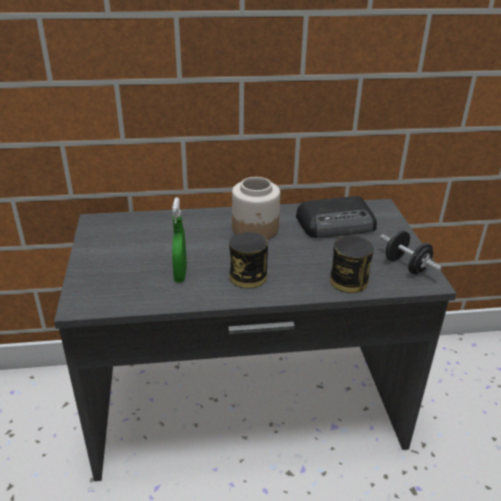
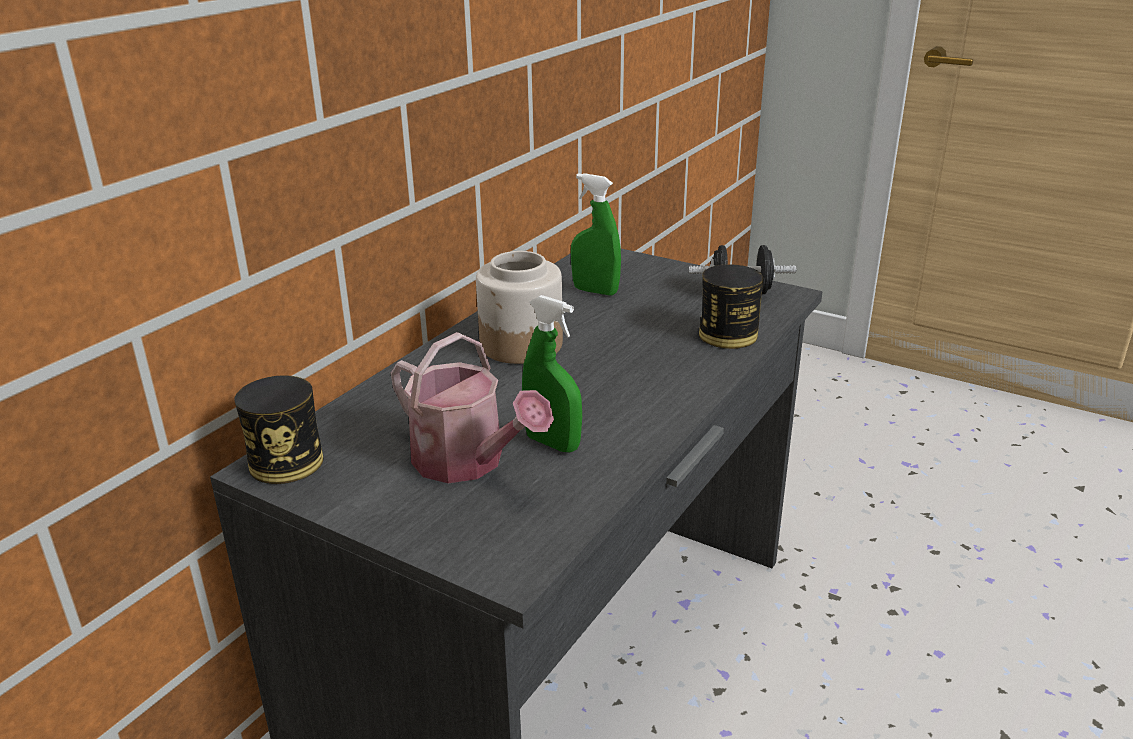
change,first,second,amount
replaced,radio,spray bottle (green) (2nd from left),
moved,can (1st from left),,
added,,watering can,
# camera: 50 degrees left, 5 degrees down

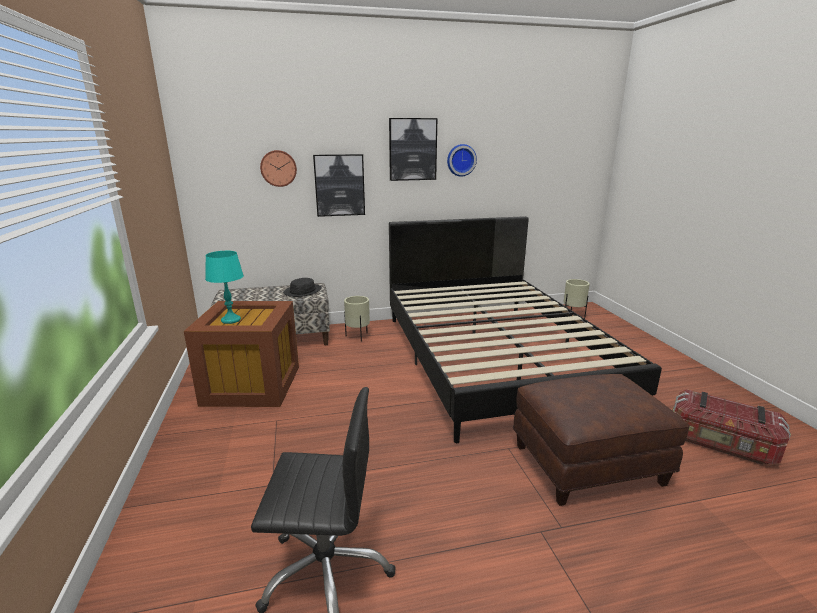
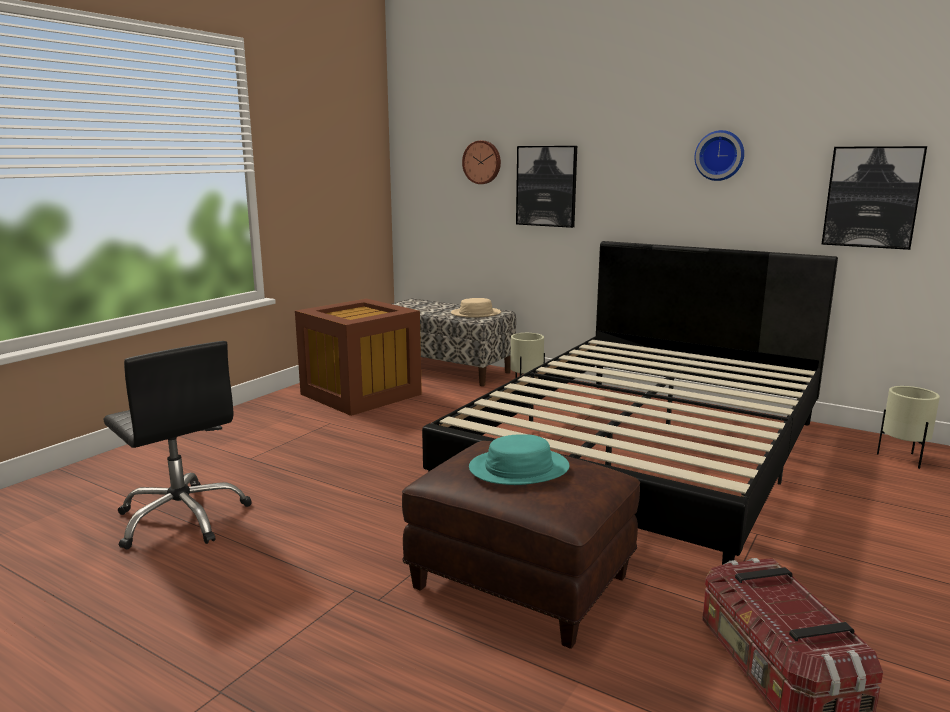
change,first,second,amount
moved,picture (2nd from left),,
removed,table lamp (turquoise),,
recoloured,hat (black),hat (beige),
added,,hat (turquoise),
# camera: 45 degrees right, 5 degrees down

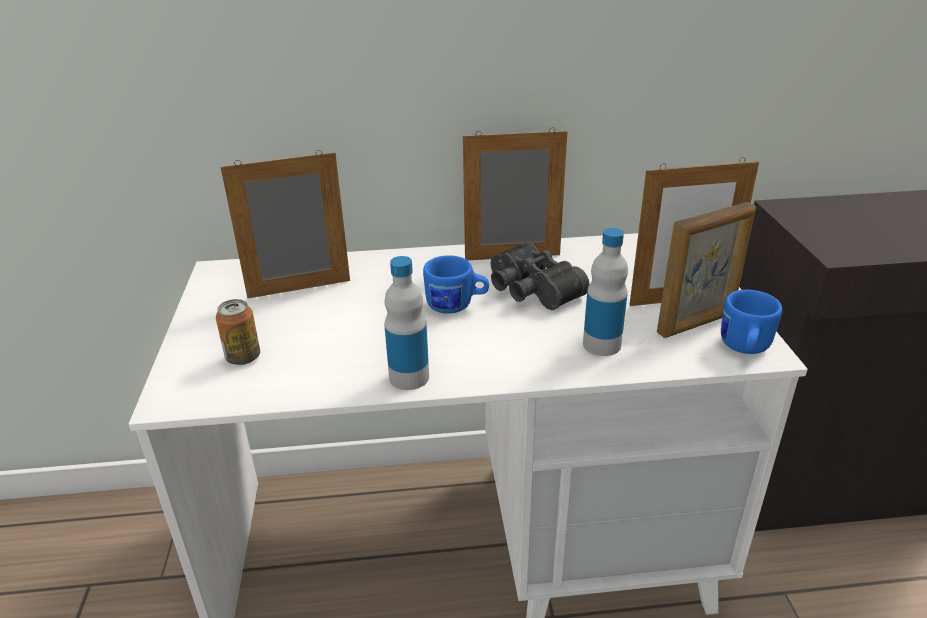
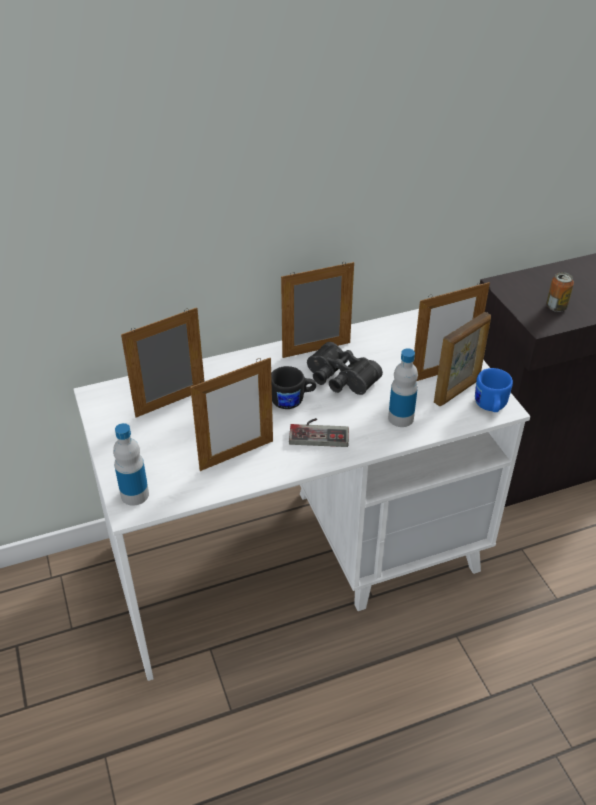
change,first,second,amount
recoloured,mug (blue) (1st from left),mug (black),
moved,bottle (1st from left),,
moved,can,,
added,,picture frame (2nd from left),
added,,game controller,
# camera: 15 degrees left, 10 degrees up

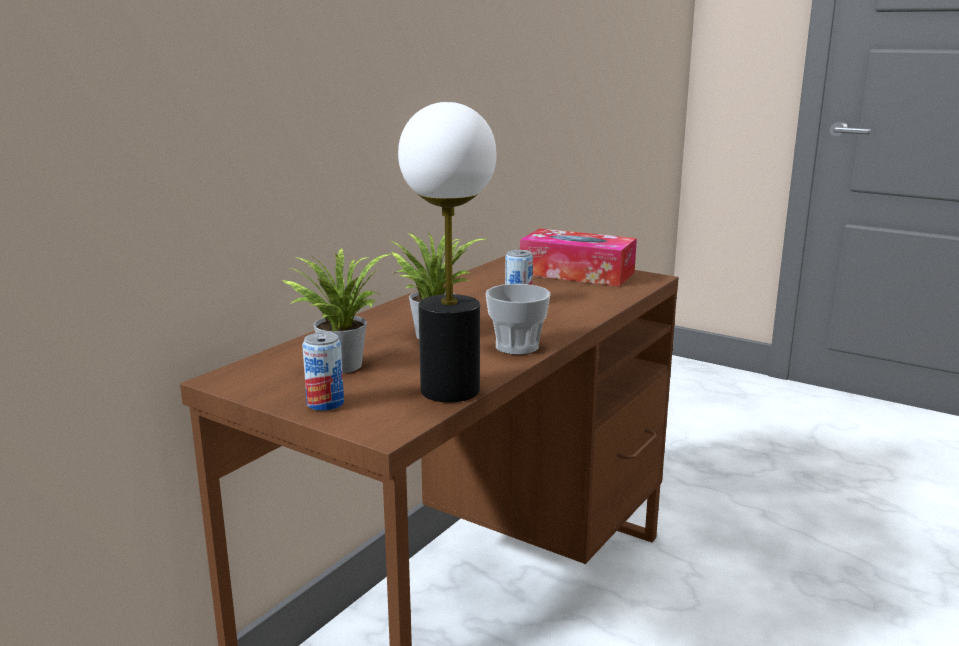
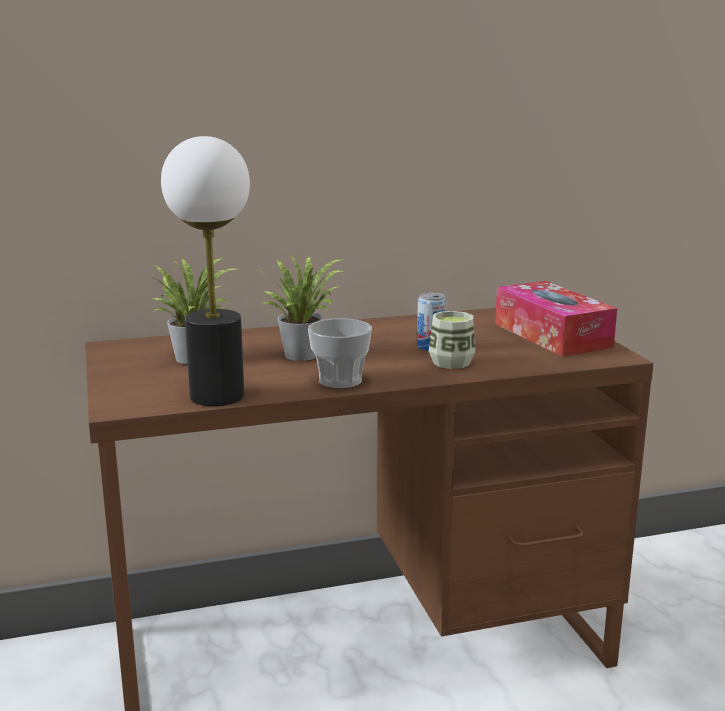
change,first,second,amount
removed,can (1st from left),,
added,,cup (2nd from left),
# camera: 40 degrees right, 0 degrees up

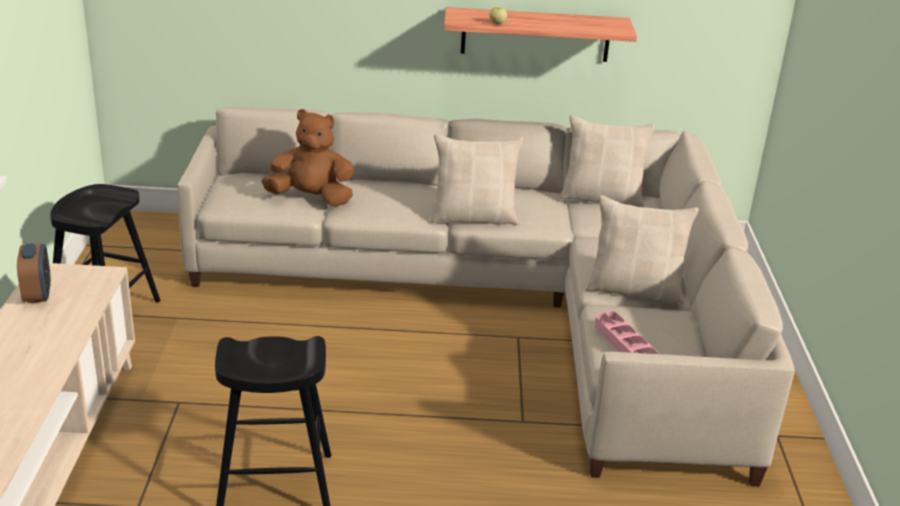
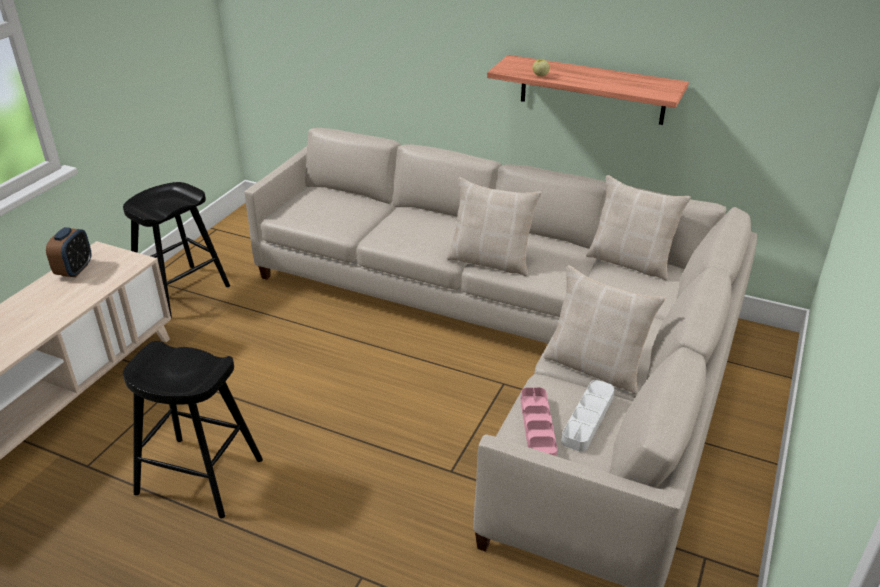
change,first,second,amount
removed,plush toy (brown),,
added,,tray (grey),
# camera: 25 degrees right, 5 degrees up

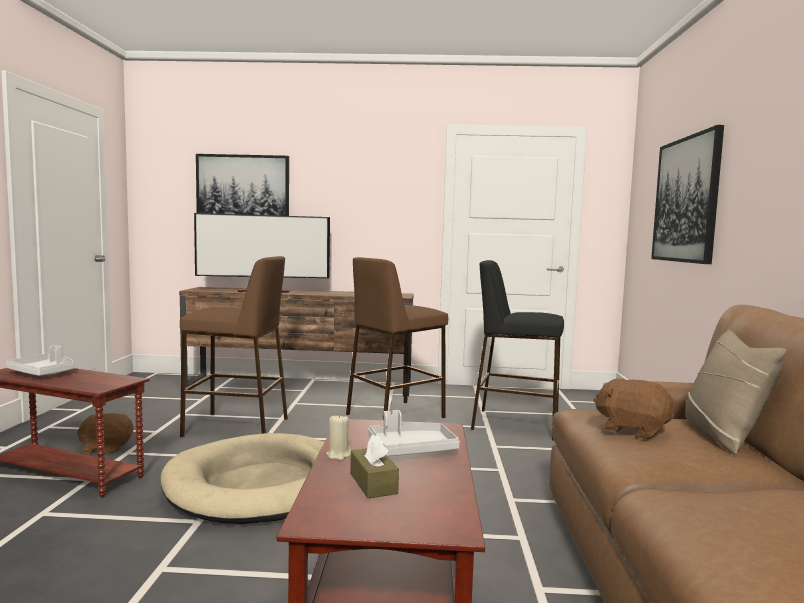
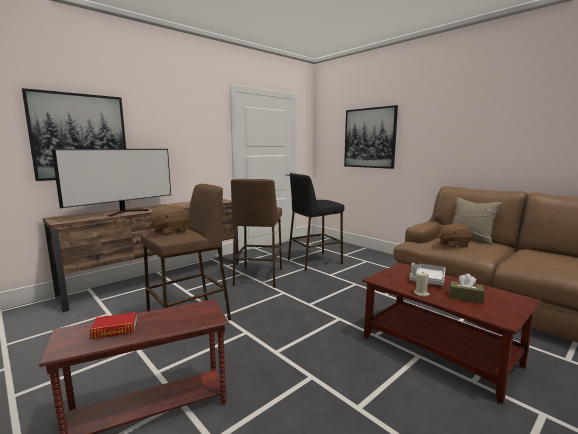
change,first,second,amount
replaced,tray (grey) (1st from left),book,
moved,plush toy (brown) (1st from left),,
removed,dog bed (beige),,
# camera: 45 degrees left, 5 degrees up

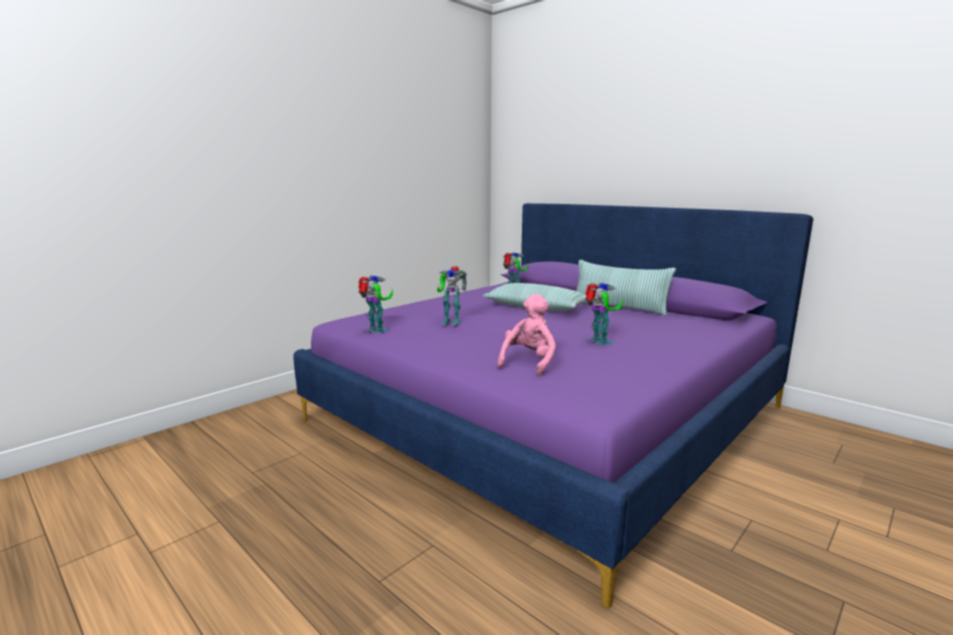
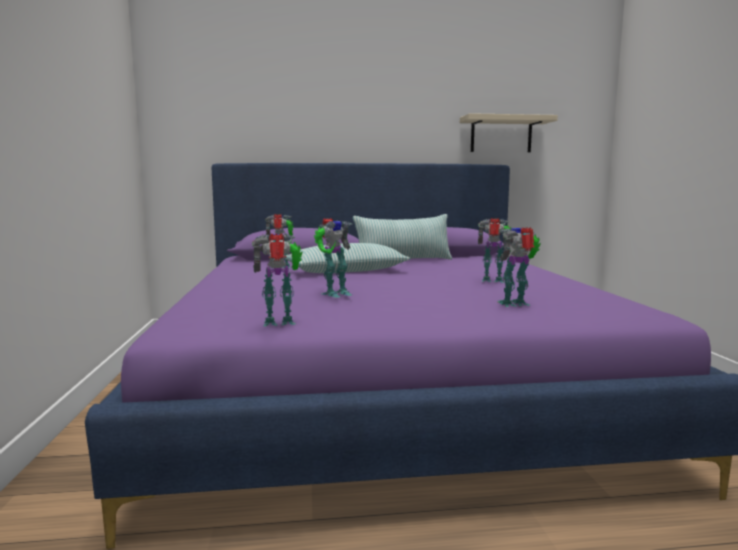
change,first,second,amount
replaced,plush toy (pink),toy robot (5th from left),
added,,shelf (beige),
# camera: 50 degrees left, 5 degrees down

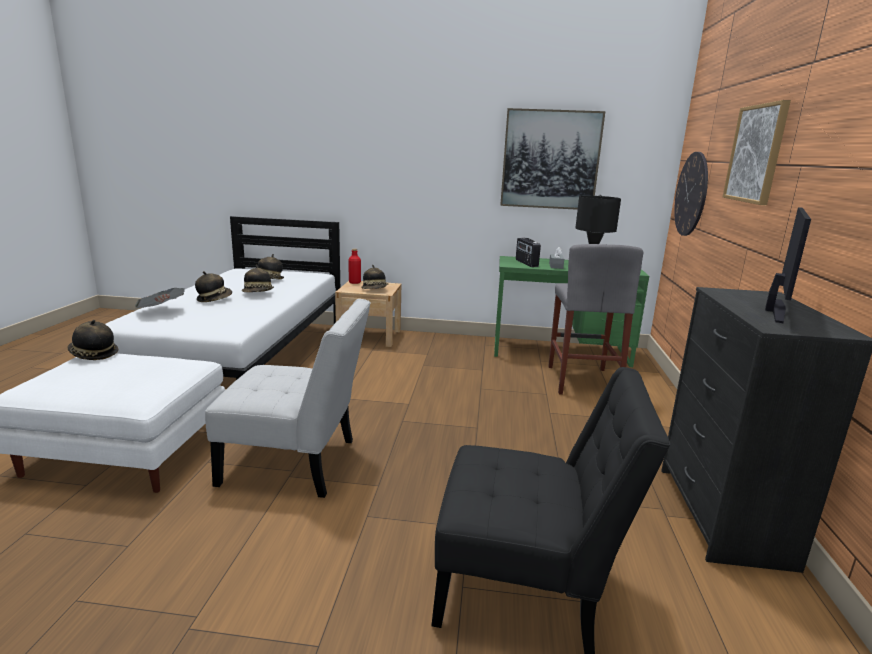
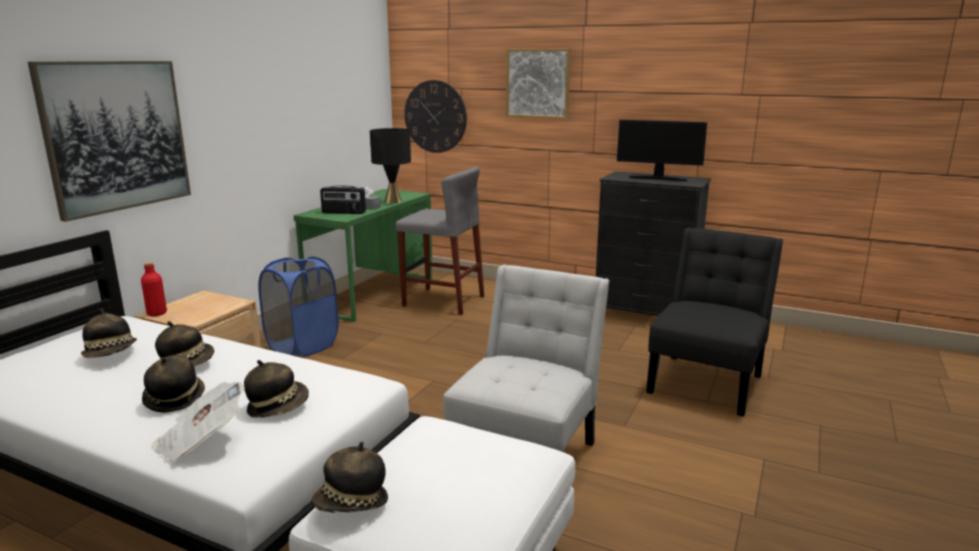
change,first,second,amount
moved,picture (1st from left),,
turned,monitor,,150 degrees clockwise
moved,hat (5th from left in the first image),hat (4th from left),
added,,laundry basket (blue),
# camera: 70 degrees left, 0 degrees up

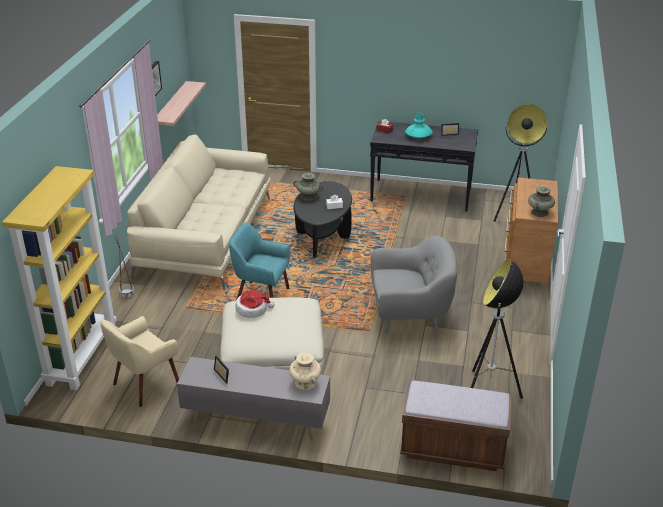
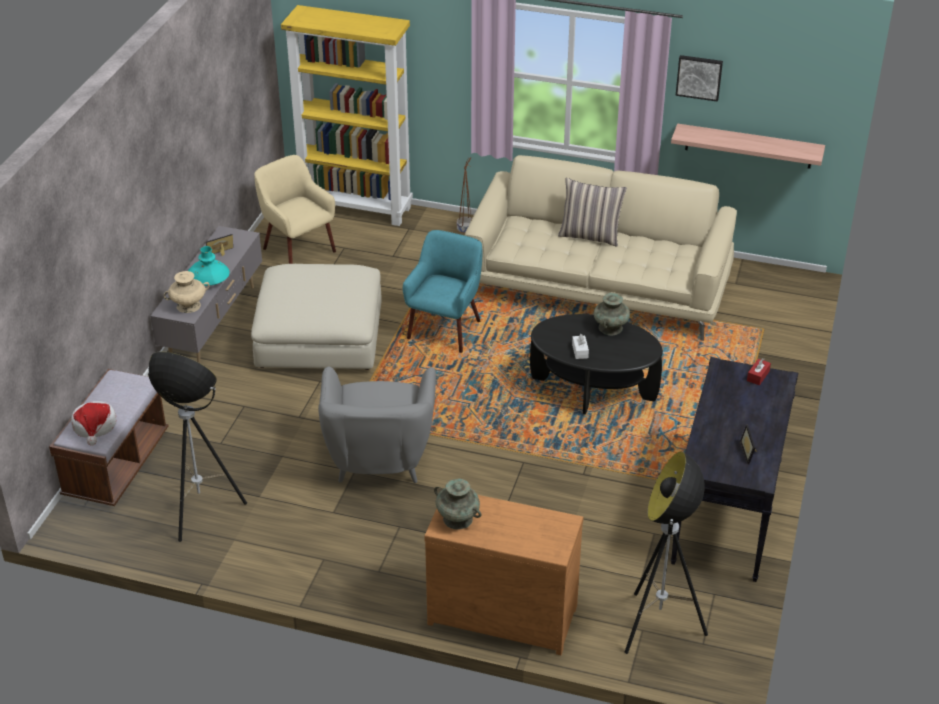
change,first,second,amount
moved,vase (turquoise) (2nd from left in the first image),vase (turquoise) (1st from left),
moved,hat,,
added,,pillow,
# camera: 95 degrees right, 5 degrees up

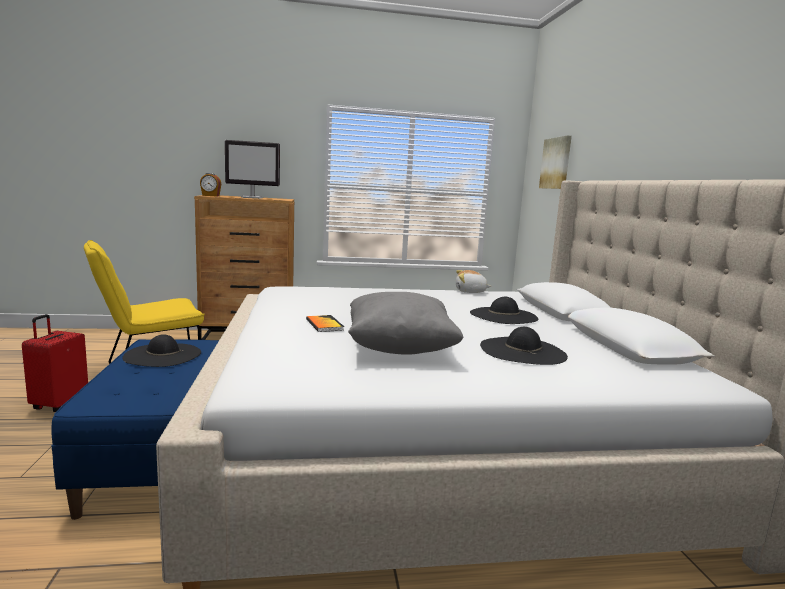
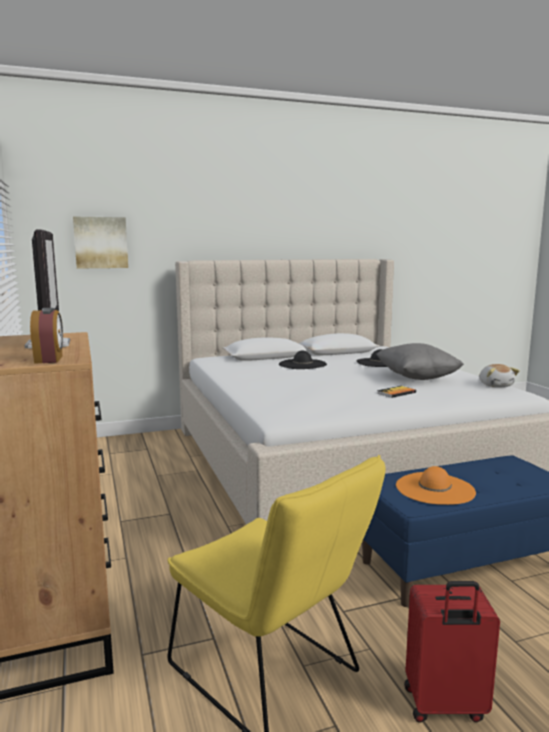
change,first,second,amount
moved,plush toy,,
recoloured,hat (black) (1st from left),hat (orange),
# camera: 100 degrees left, 0 degrees up

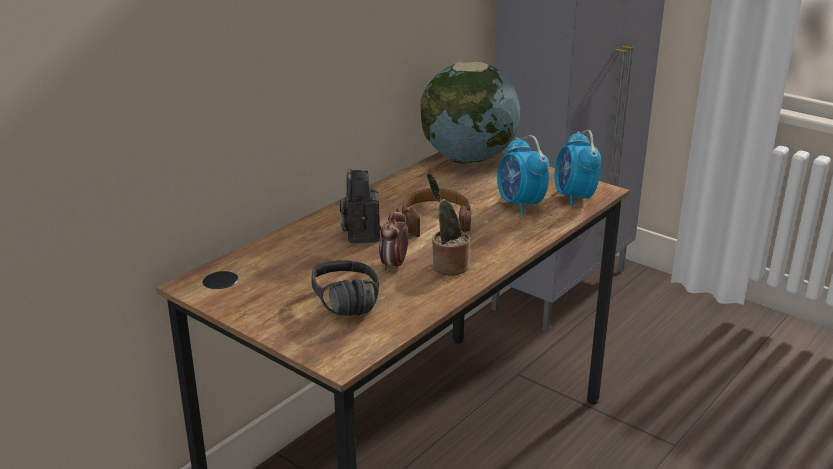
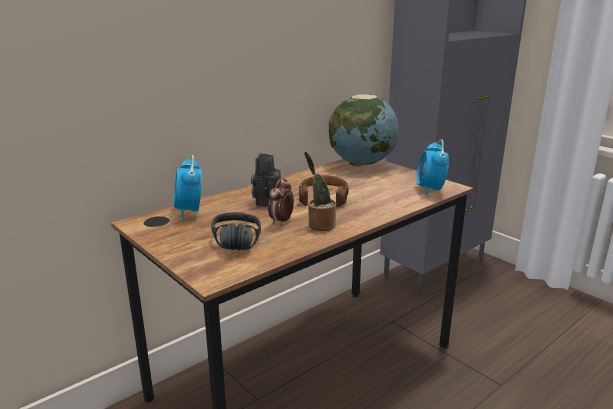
change,first,second,amount
moved,alarm clock (2nd from left in the first image),alarm clock (1st from left),
# camera: 10 degrees right, 5 degrees down

